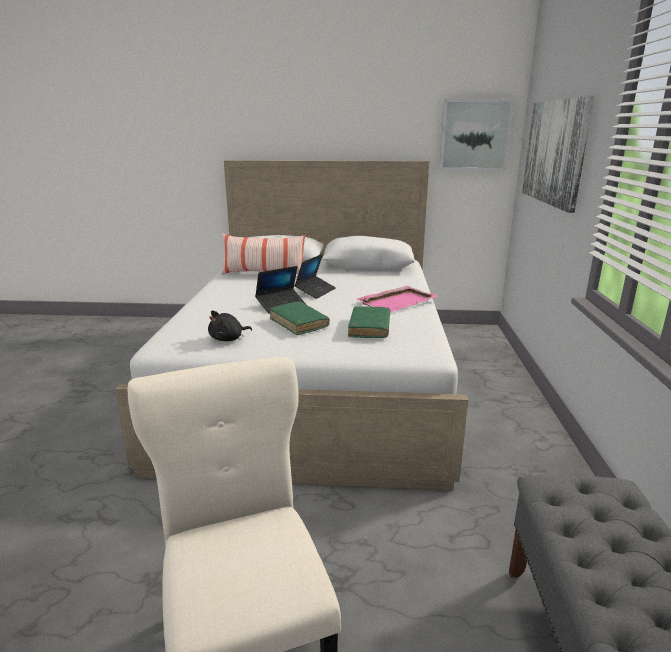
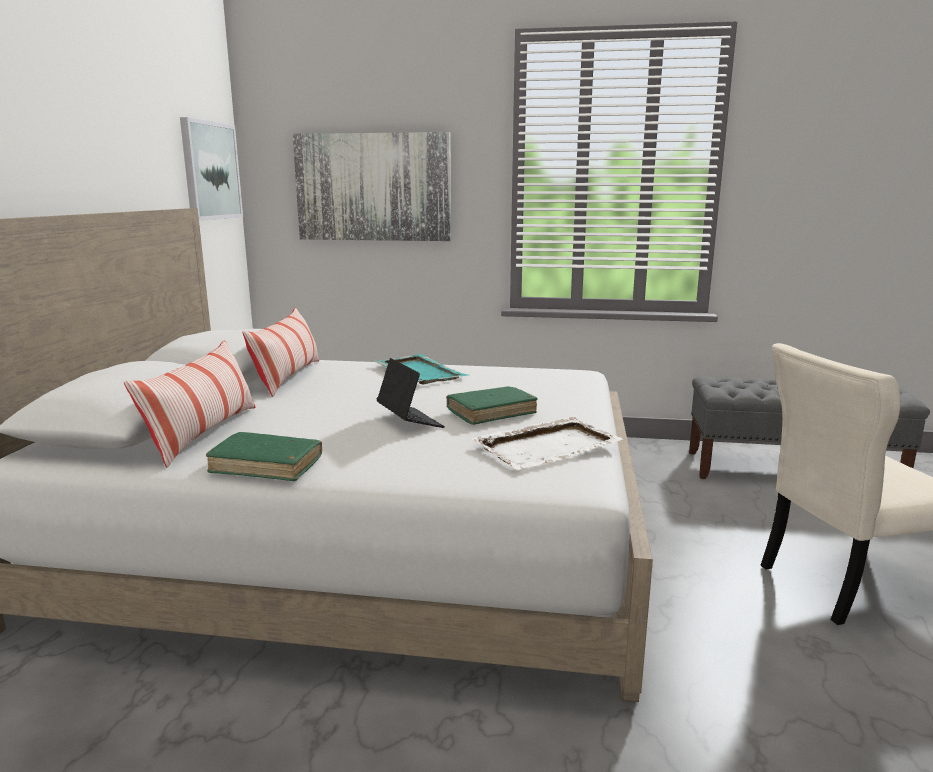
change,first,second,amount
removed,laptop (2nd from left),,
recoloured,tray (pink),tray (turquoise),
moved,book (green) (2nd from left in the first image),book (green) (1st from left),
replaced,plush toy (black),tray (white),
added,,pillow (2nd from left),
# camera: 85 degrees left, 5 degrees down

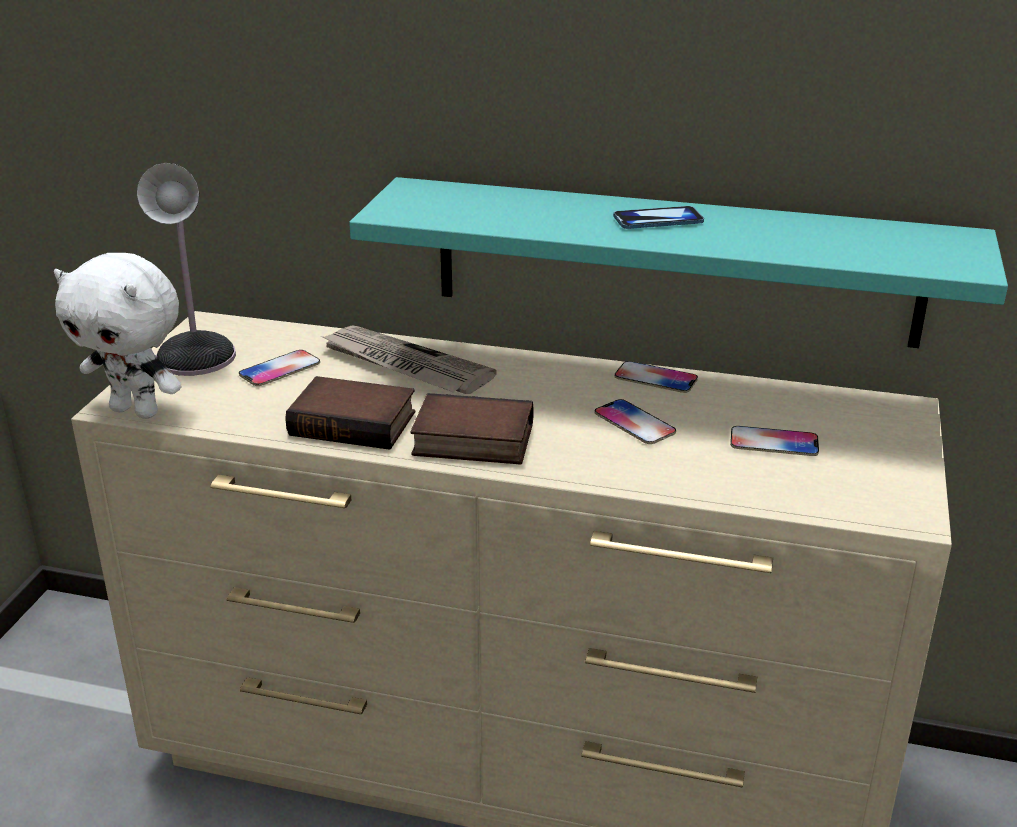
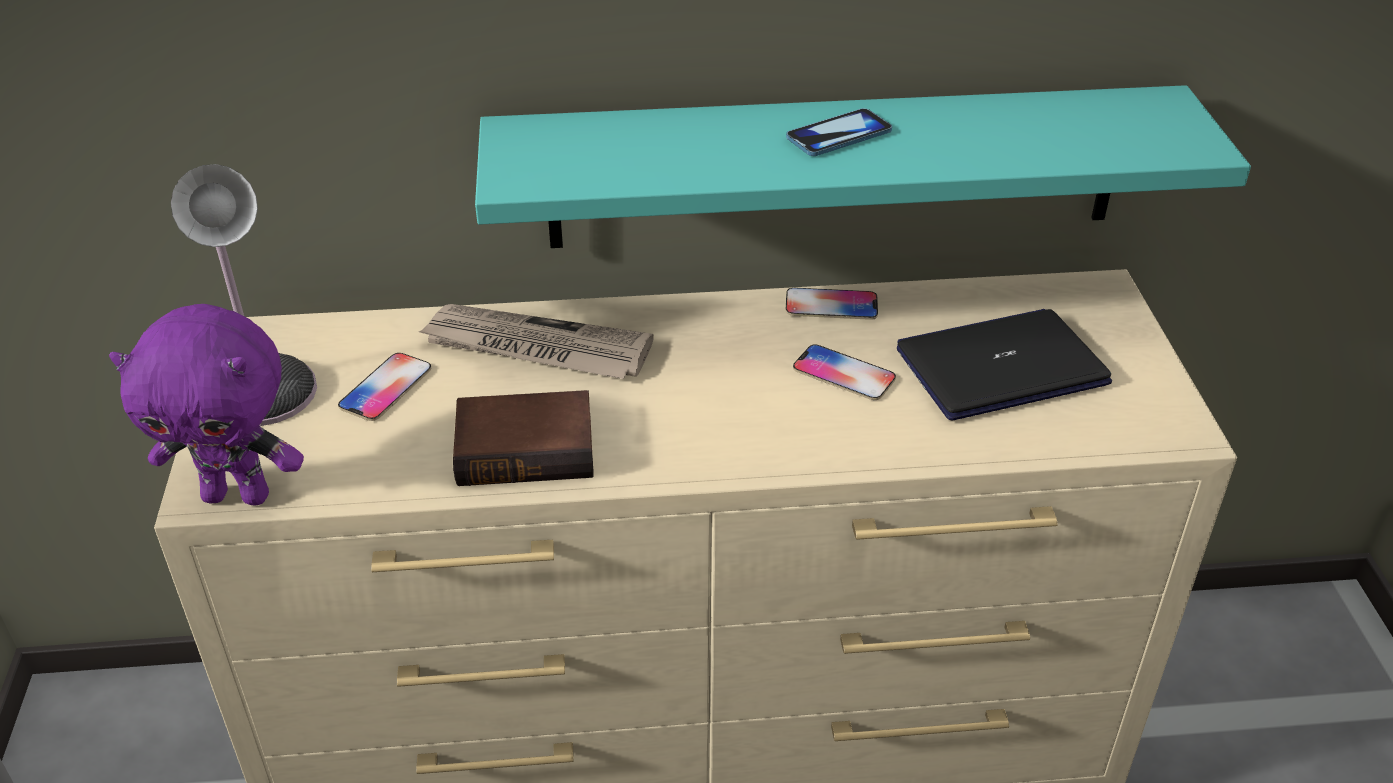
change,first,second,amount
recoloured,plush toy (white),plush toy (purple),
removed,book (2nd from left),,
replaced,phone (5th from left),laptop,
# camera: 20 degrees left, 10 degrees up

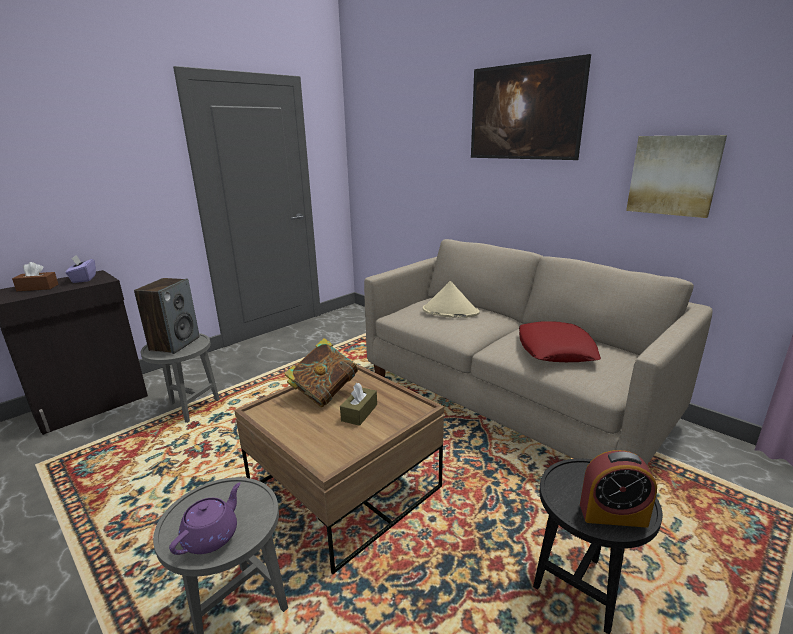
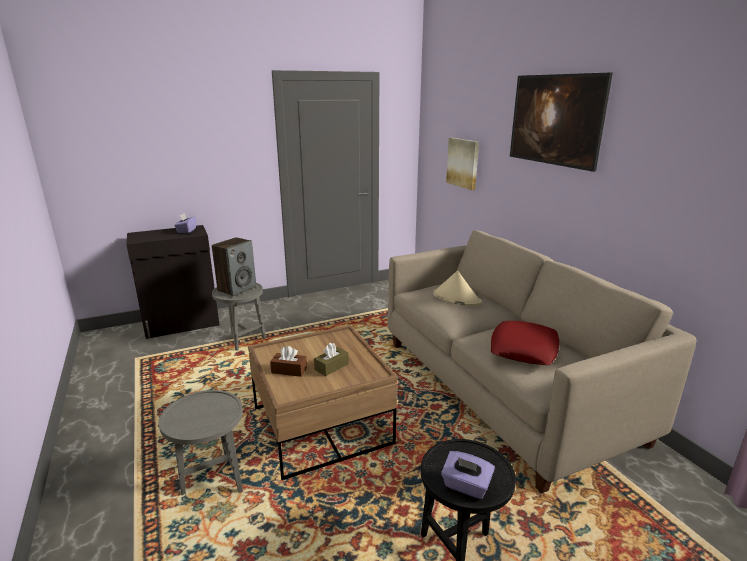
change,first,second,amount
moved,picture (2nd from left in the first image),picture (1st from left),
moved,tissue box (brown) (1st from left),,
removed,book,,
replaced,alarm clock,tissue box (purple) (2nd from left),
removed,teapot (purple),,
# camera: 20 degrees right, 0 degrees up

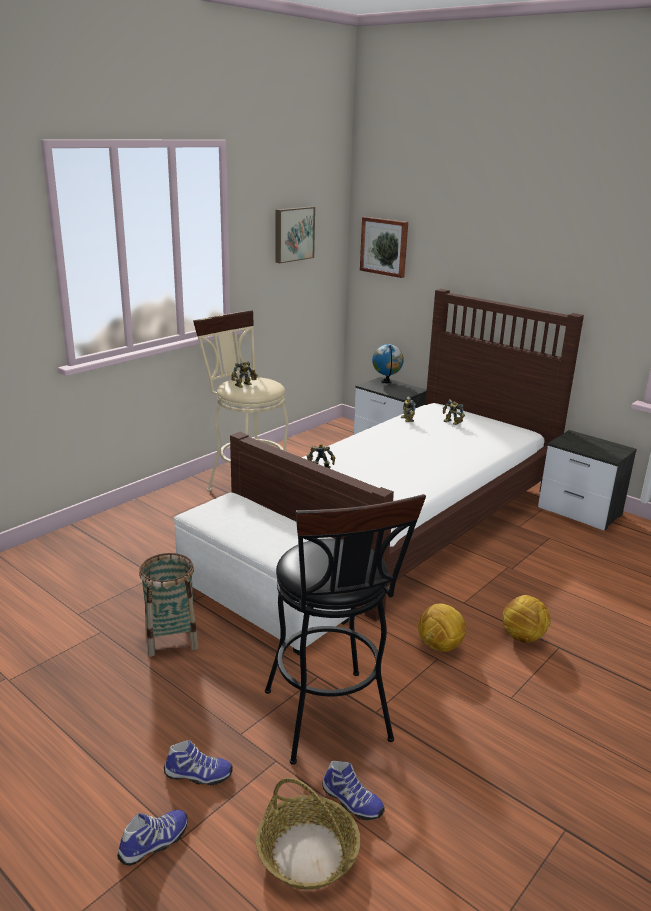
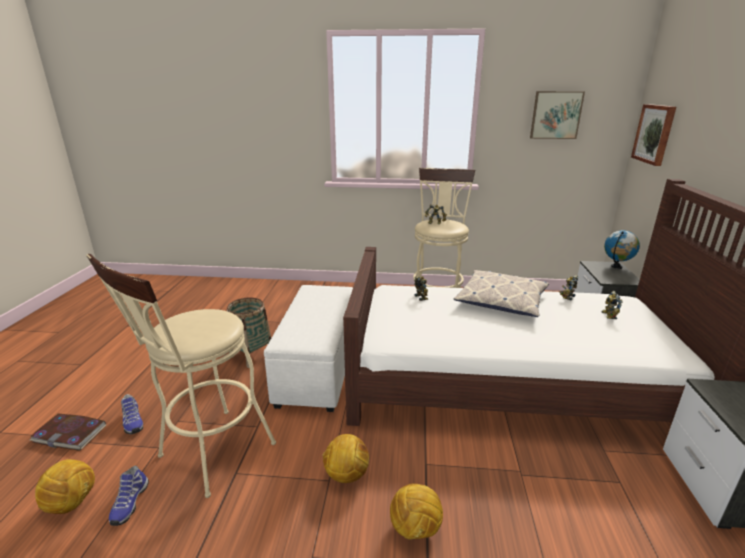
change,first,second,amount
recoloured,stool (black),stool (beige) (1st from left),
replaced,basket (2nd from left),football (1st from left),
replaced,shoe (1st from left),book,
added,,pillow,
# camera: 55 degrees right, 0 degrees up

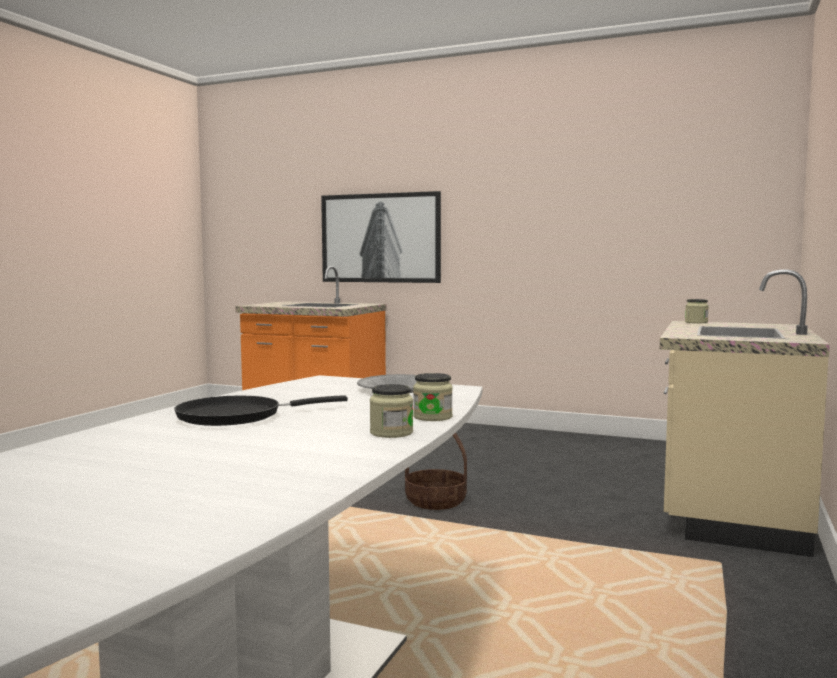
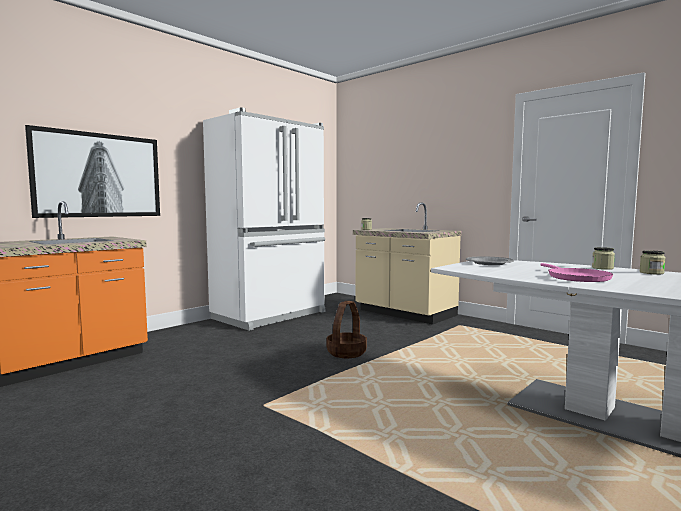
change,first,second,amount
moved,jar (2nd from left in the first image),jar (3rd from left),
recoloured,frying pan (black),frying pan (pink),
added,,fridge (white),
# camera: 70 degrees left, 0 degrees up

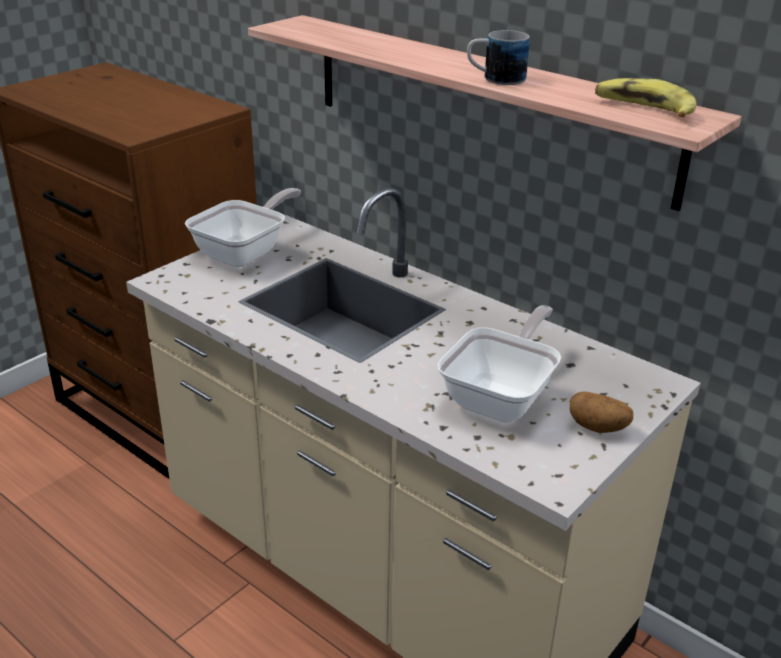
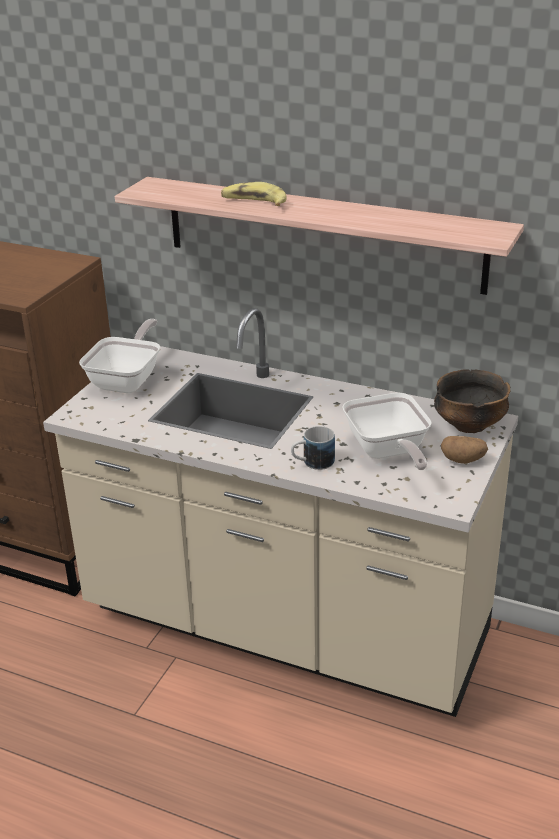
change,first,second,amount
moved,mug,,
moved,banana,,
turned,frying pan (2nd from left),,150 degrees clockwise
added,,bowl,
# camera: 15 degrees left, 0 degrees up

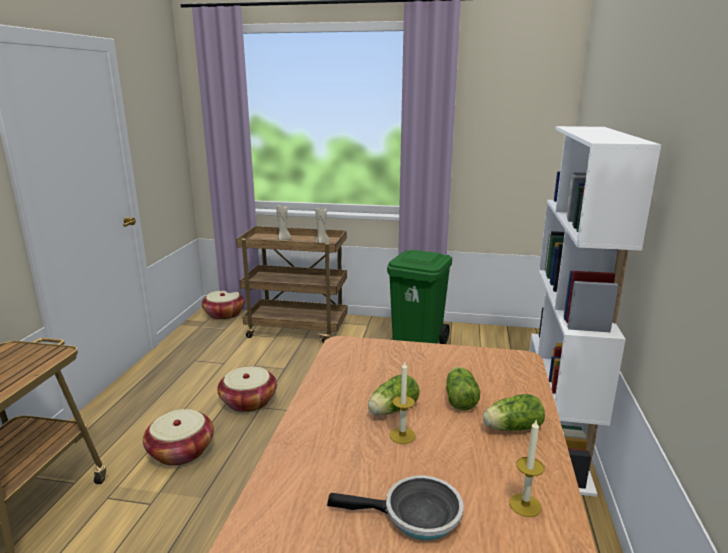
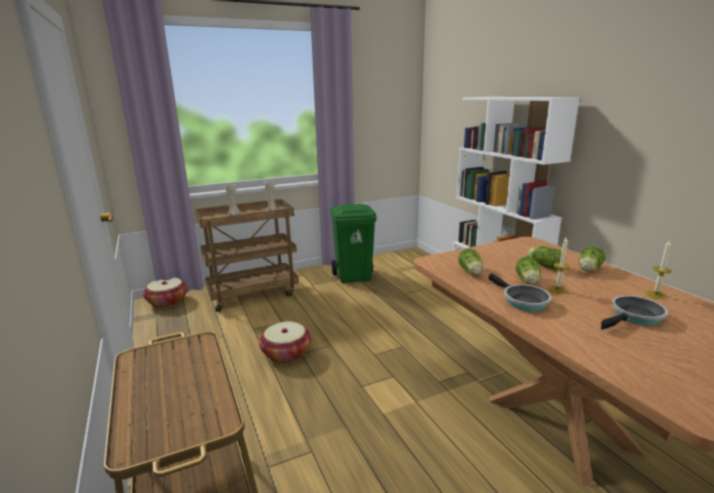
change,first,second,amount
removed,basket (1st from left),,
added,,lettuce (1st from left),
added,,frying pan (1st from left),
# camera: 35 degrees left, 0 degrees up

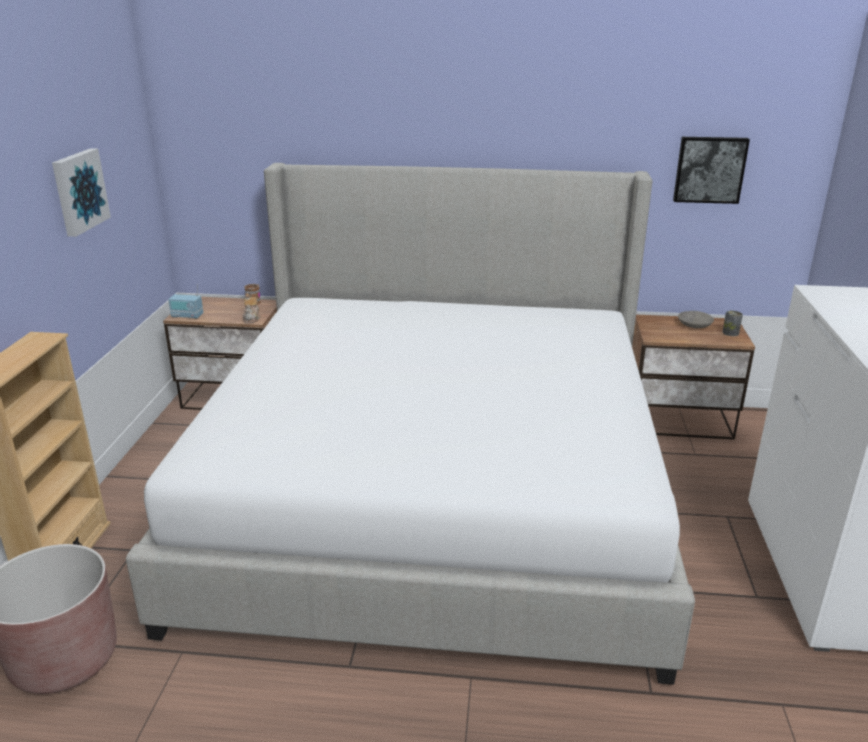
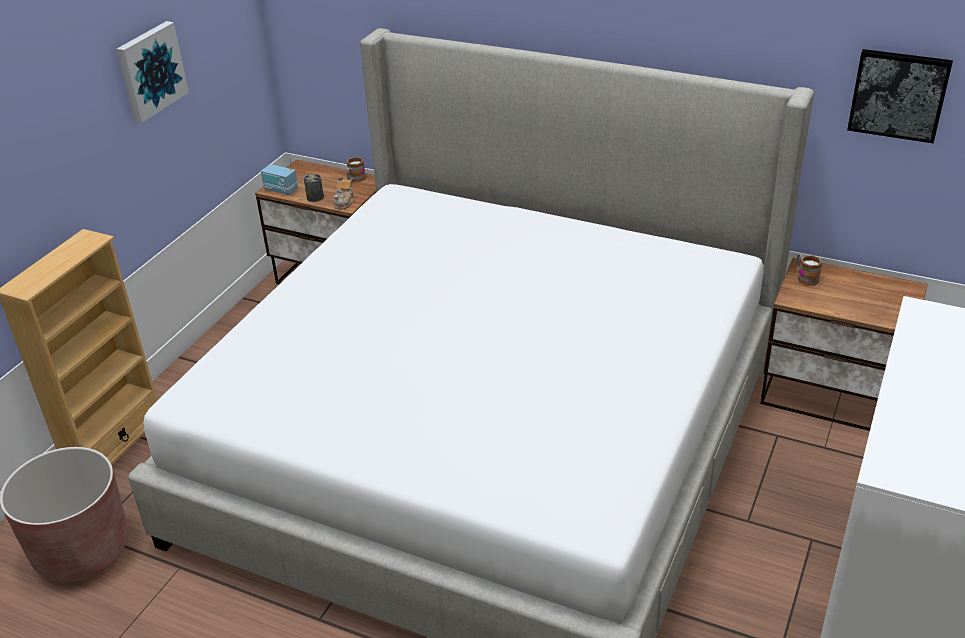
change,first,second,amount
removed,bowl (grey),,
moved,can,,
added,,mug (2nd from left),
# camera: 20 degrees right, 10 degrees up

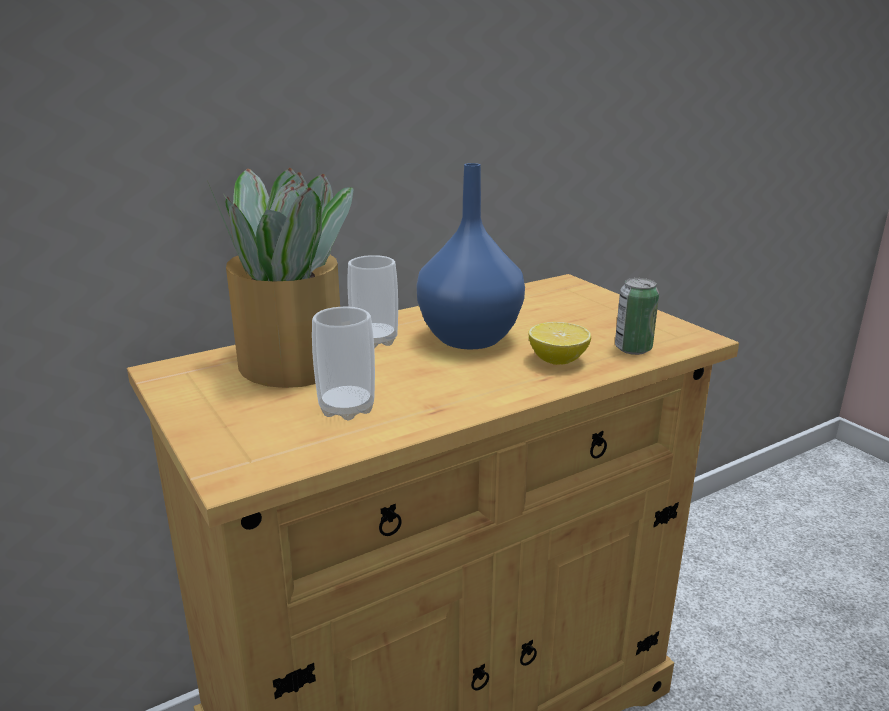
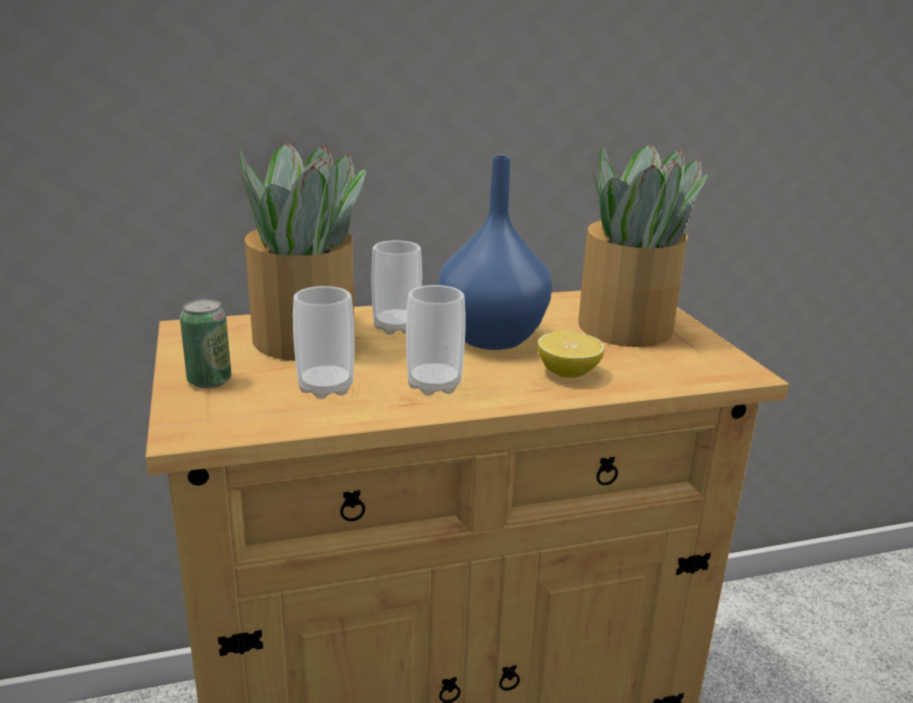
change,first,second,amount
moved,can,,
added,,potted plant (2nd from left),
added,,cup (3rd from left),
# camera: 15 degrees right, 0 degrees up

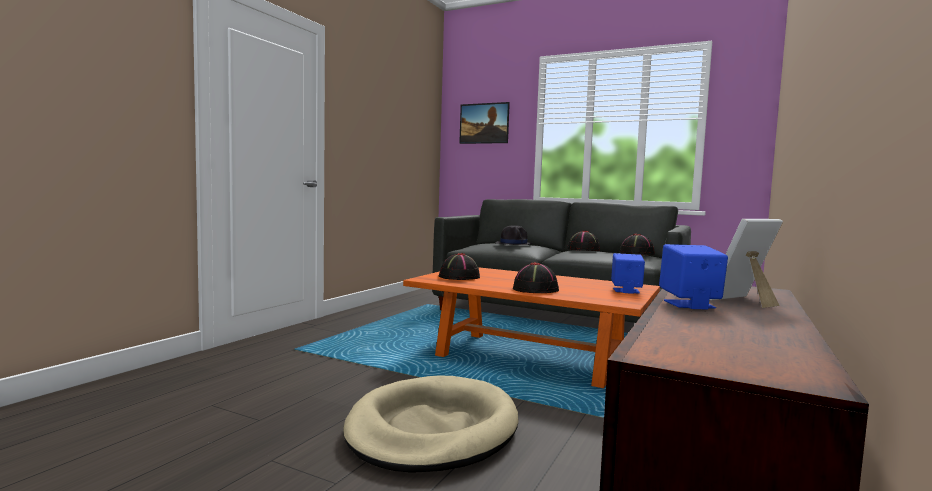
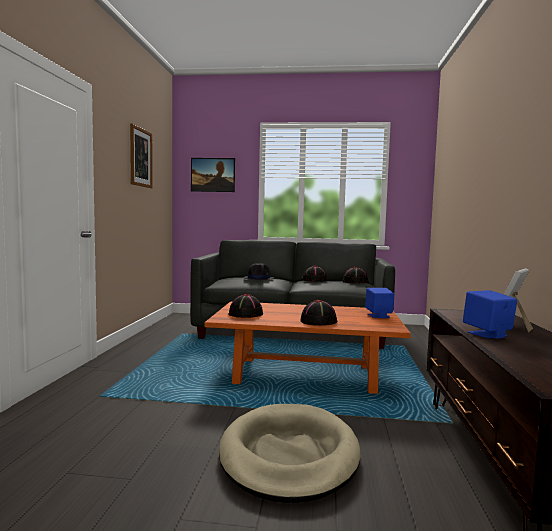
change,first,second,amount
added,,picture (1st from left),
# camera: 20 degrees left, 0 degrees up

